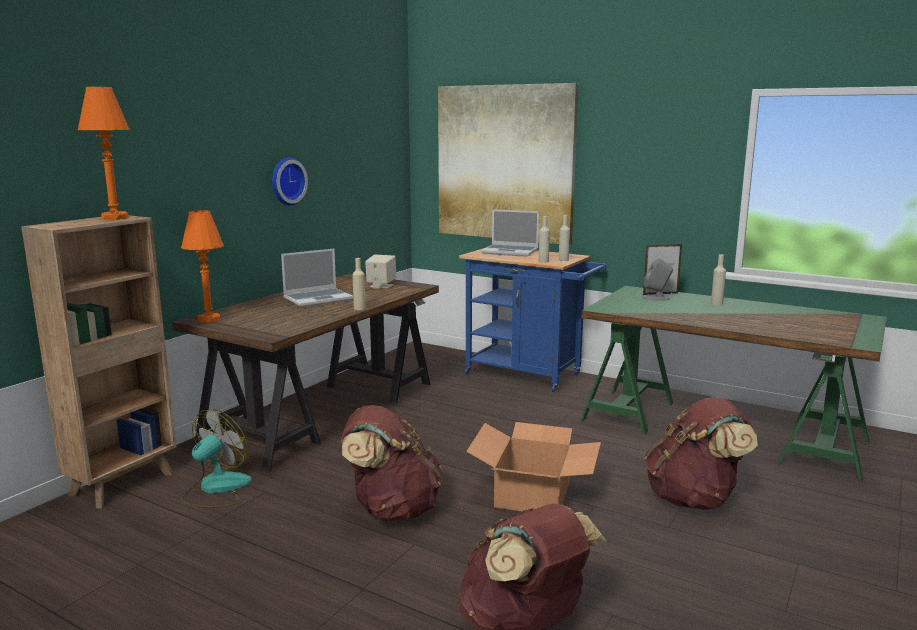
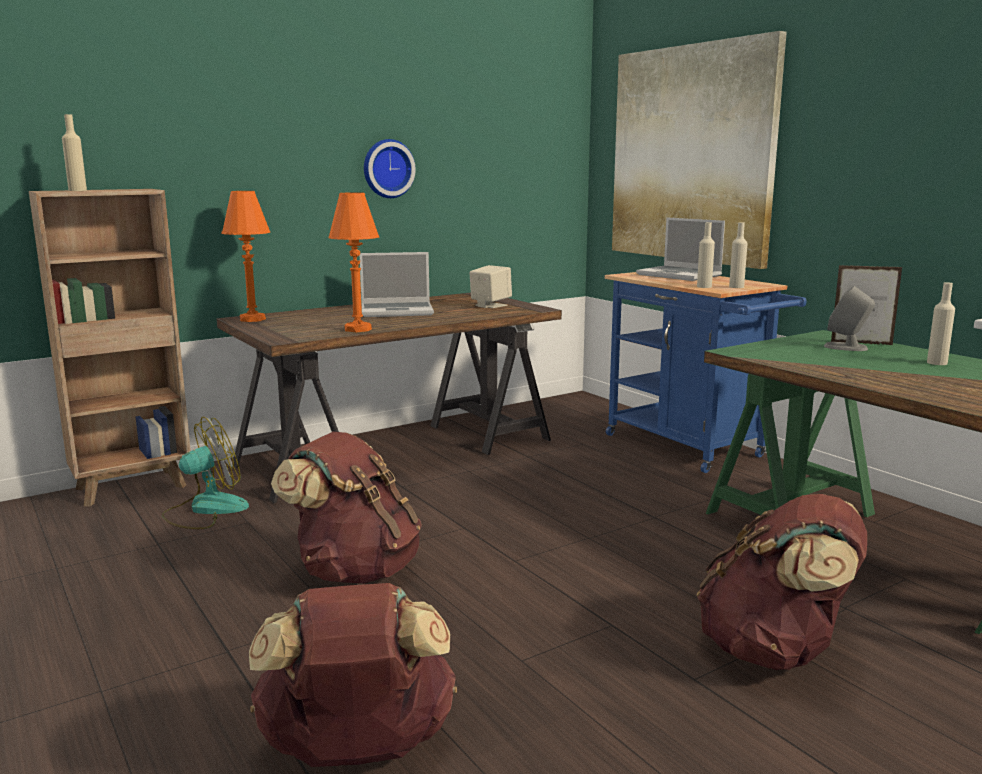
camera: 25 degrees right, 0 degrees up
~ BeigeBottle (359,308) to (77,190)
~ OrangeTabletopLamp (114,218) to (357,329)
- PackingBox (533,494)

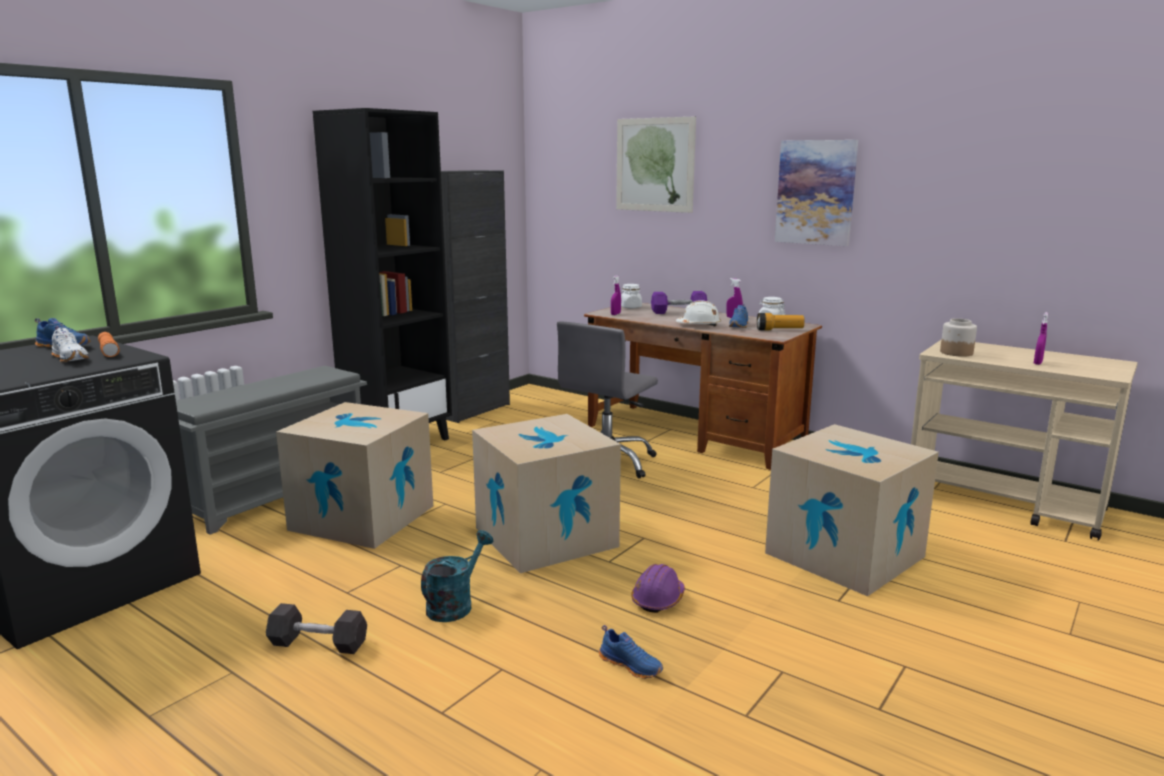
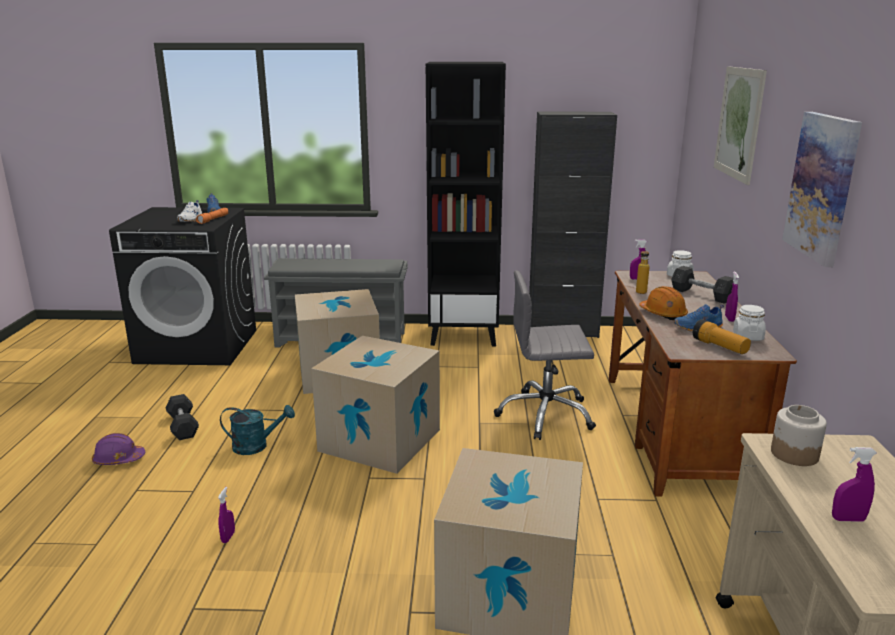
camera: 55 degrees right, 5 degrees up
~ PurplishSafetyHelmet (658,599) to (118,459)
~ BlueLowShoe (631,665) to PurplishHandSprayer (228,537)
+ Bottle (641,291)
~ WhiteColouredSafetyHelmet (699,325) to OrangeSafetyHelmet (663,314)
~ PurplishHandWeight (678,312) to GreyishHandWeight (702,295)

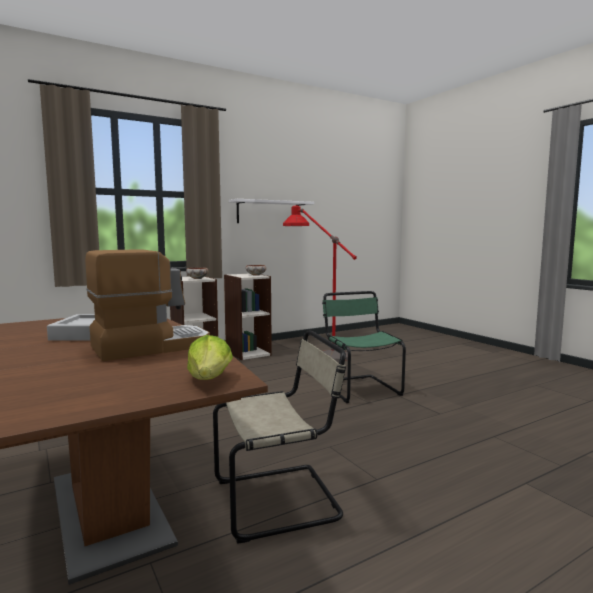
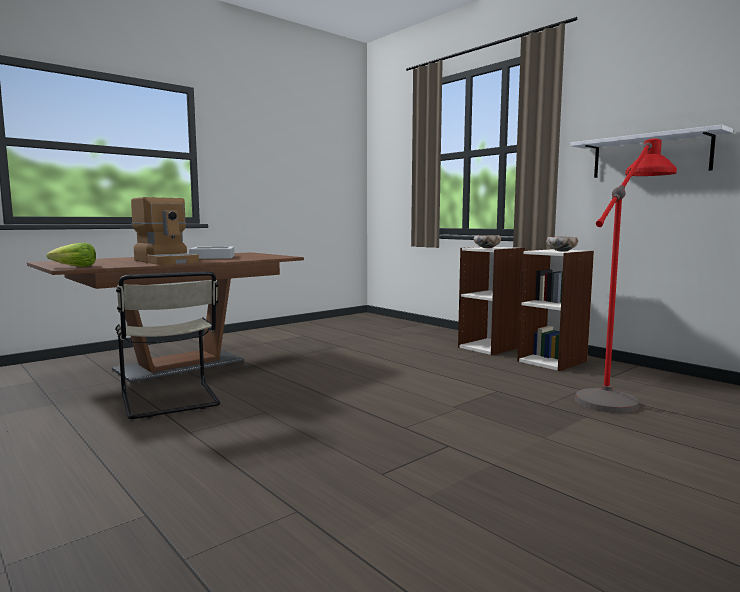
camera: 80 degrees right, 0 degrees up
- GreenColouredUprightChair (359,388)

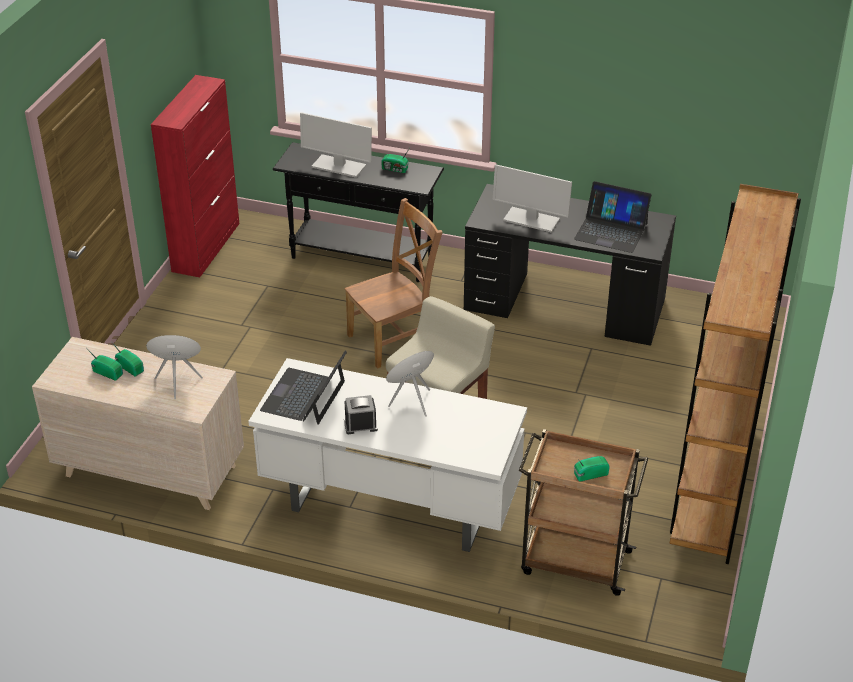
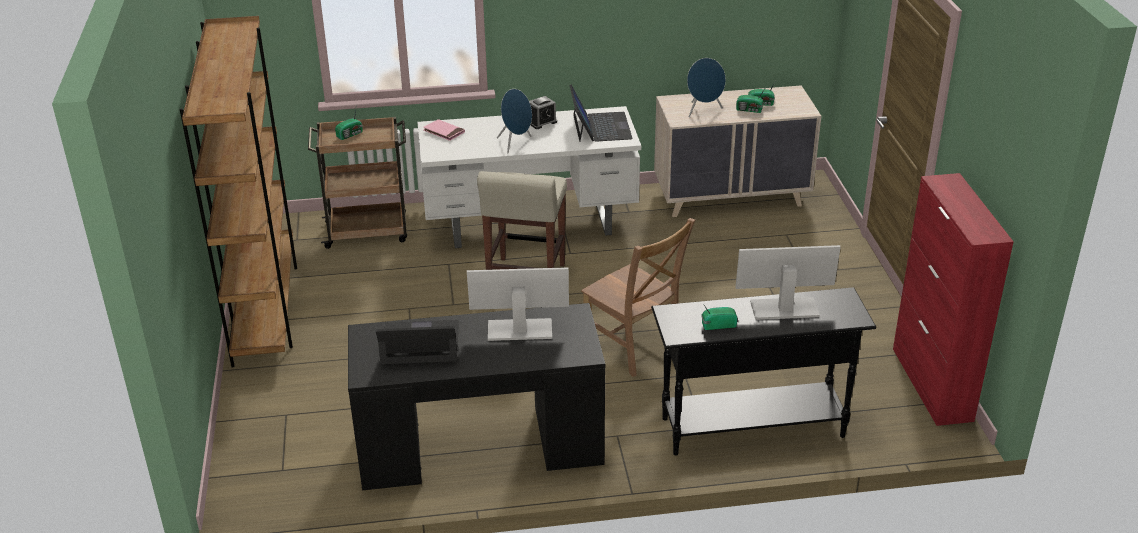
camera: 155 degrees right, 5 degrees down
+ PinkColouredBoundBook (444,132)
~ BrownUprightChair (394,339) = (634,348) 75 degrees counterclockwise

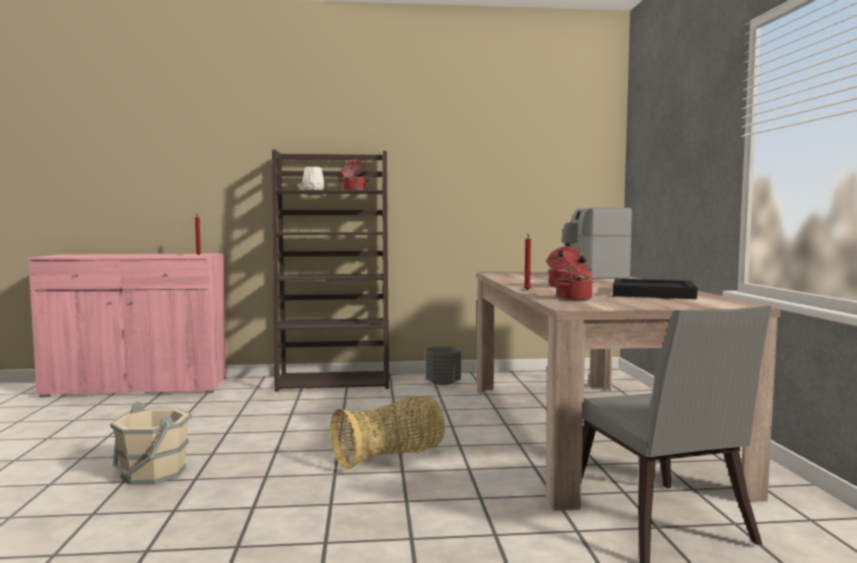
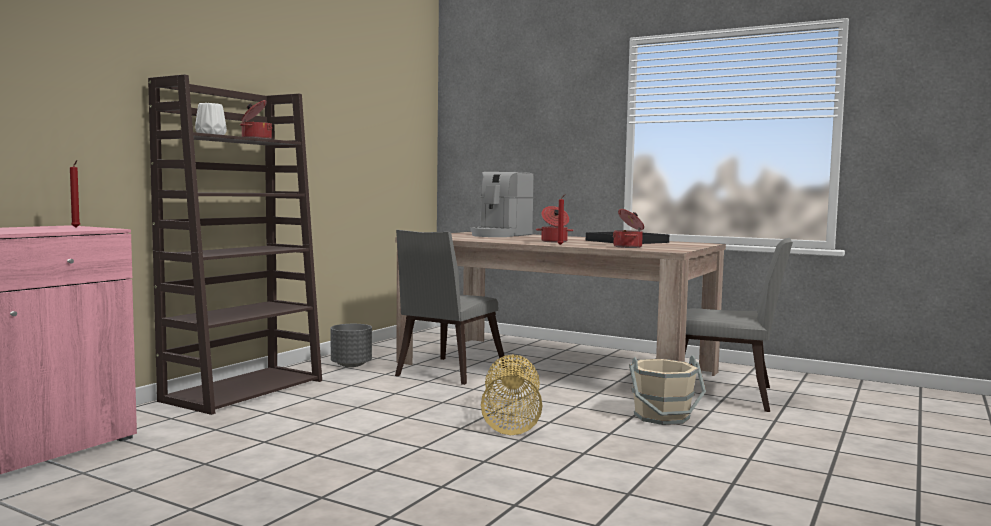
camera: 55 degrees left, 0 degrees up
+ GreyishUprightChair (446,373)
~ BeigeBucket (152,473) to (662,417)

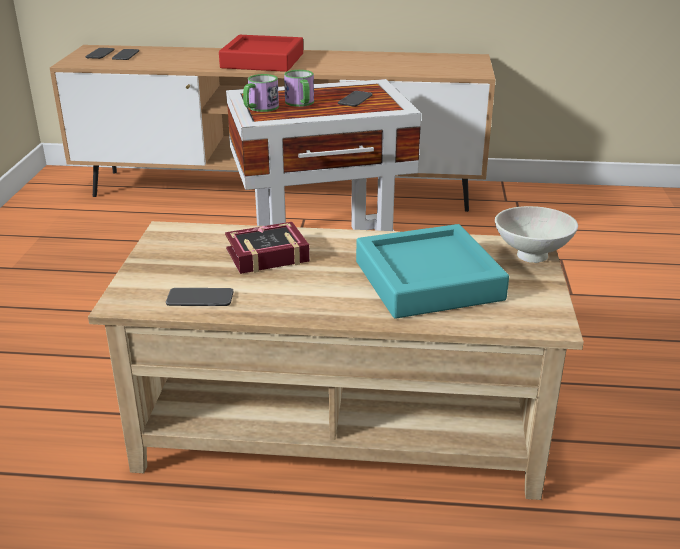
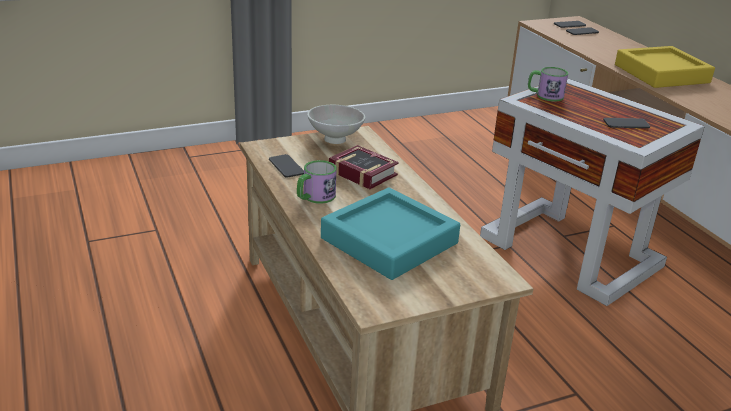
camera: 60 degrees right, 0 degrees up
~ Mug (301,103) to (315,197)
~ WhiteColouredServingBowl (529,255) to (334,139)
~ RedCarryingTray (262,61) to YellowColouredCarryingTray (661,74)

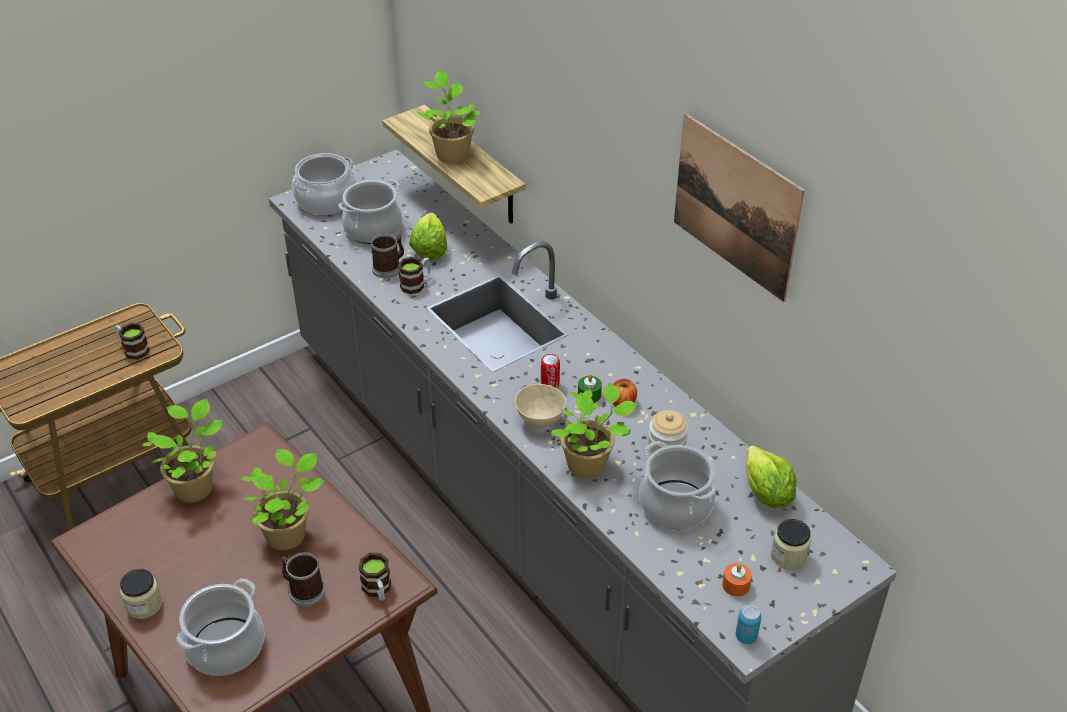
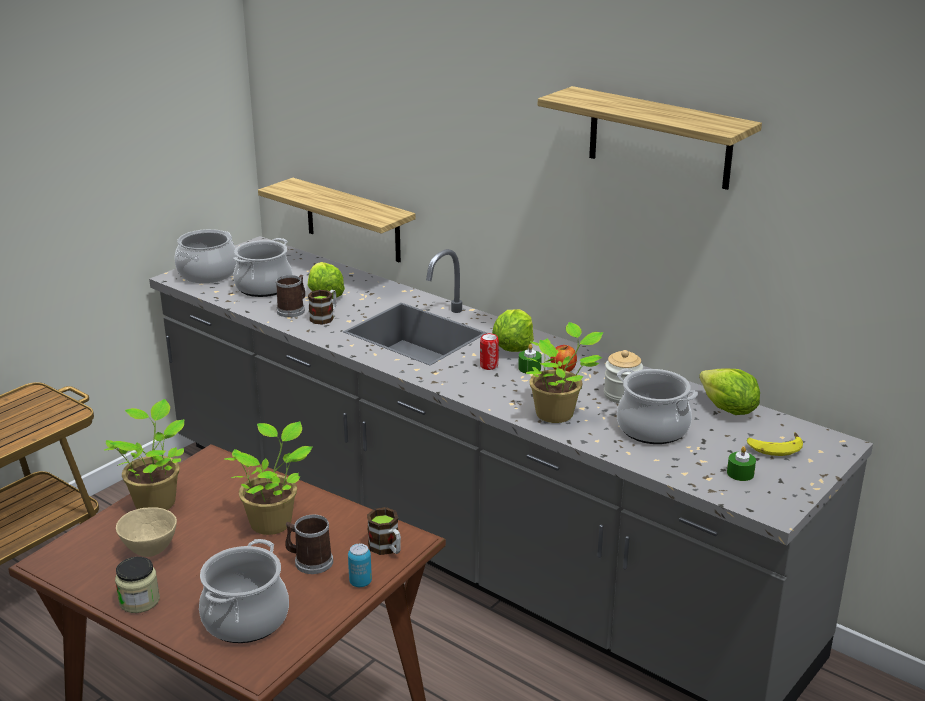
camera: 15 degrees left, 15 degrees down
~ BeigeServingBowl (539,421) to (149,551)
~ Can (746,636) to (360,582)
+ LettuceHead (513,347)
~ WallArt (735,206) to Shelf (659,138)
~ OrangeCandle (736,585) to GreenColouredCandle (740,473)
~ PreserveJar (788,556) to Banana (774,447)
- Mug (132,349)
- PlantInAPot (451,153)

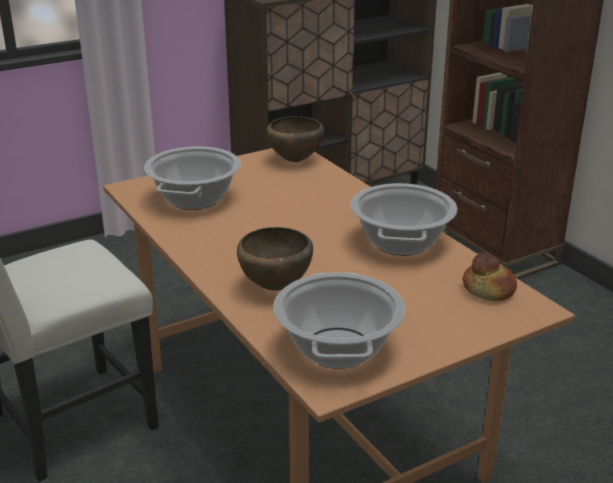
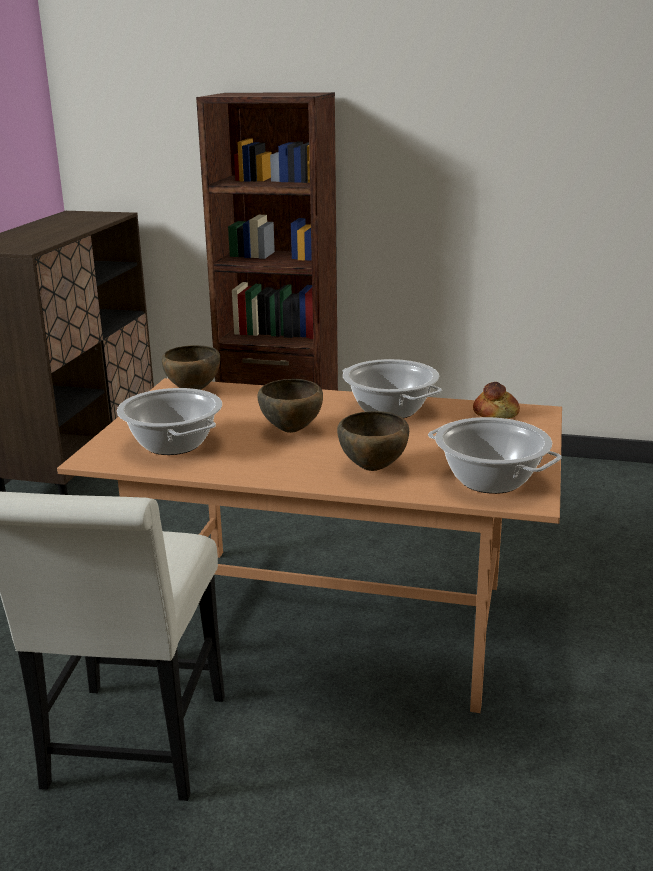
camera: 45 degrees left, 5 degrees down
+ BrownServingBowl (292,430)

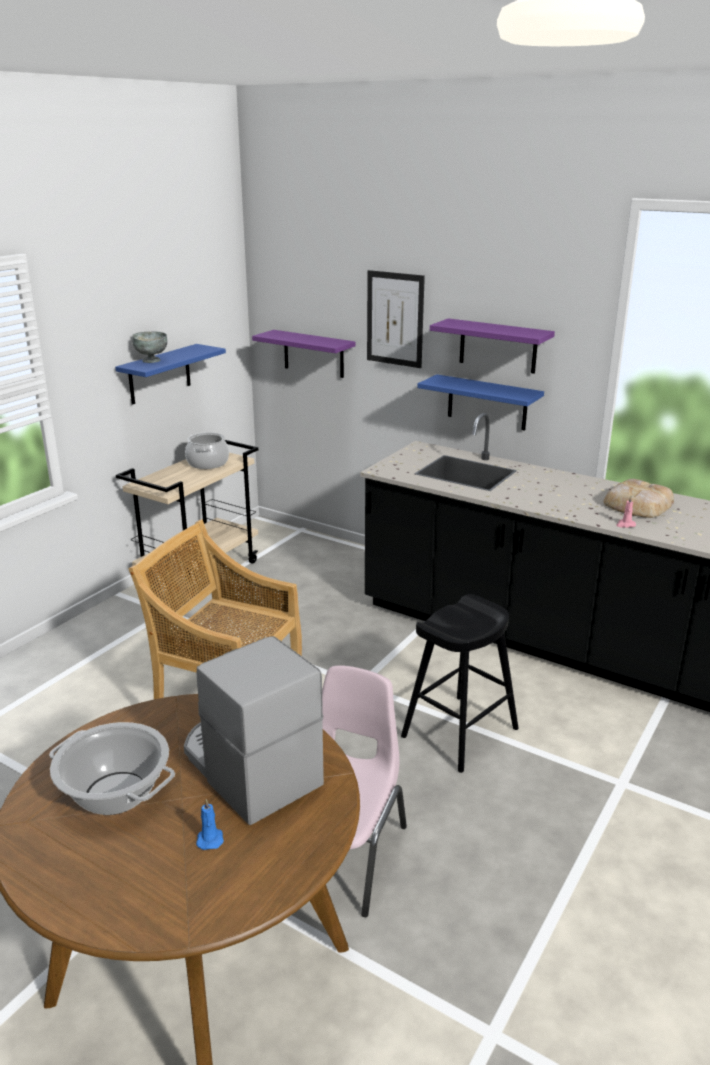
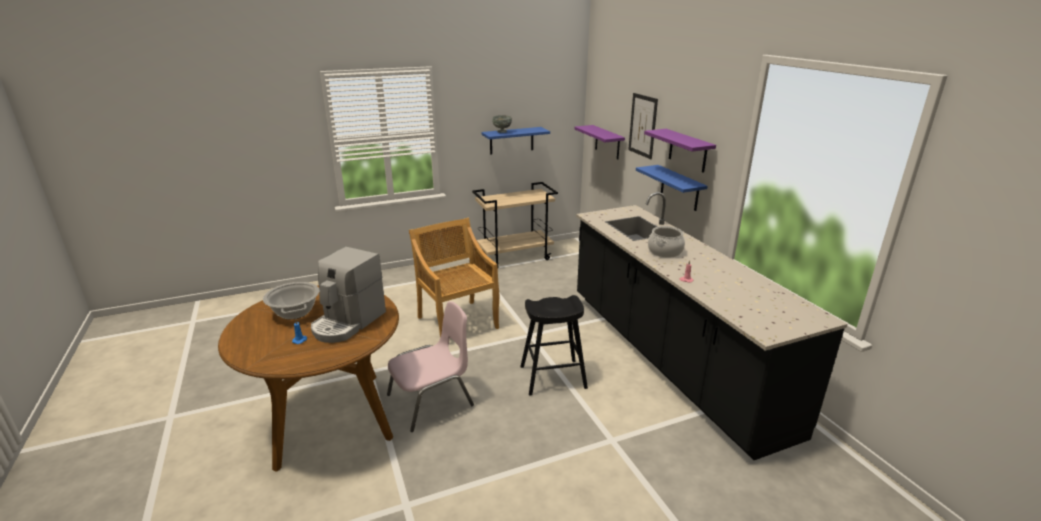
camera: 35 degrees right, 0 degrees up
~ CoffeeBrewer (248,768) = (348,323) 150 degrees counterclockwise
~ Saucepot (207,463) to (664,251)
- Bread (636,505)

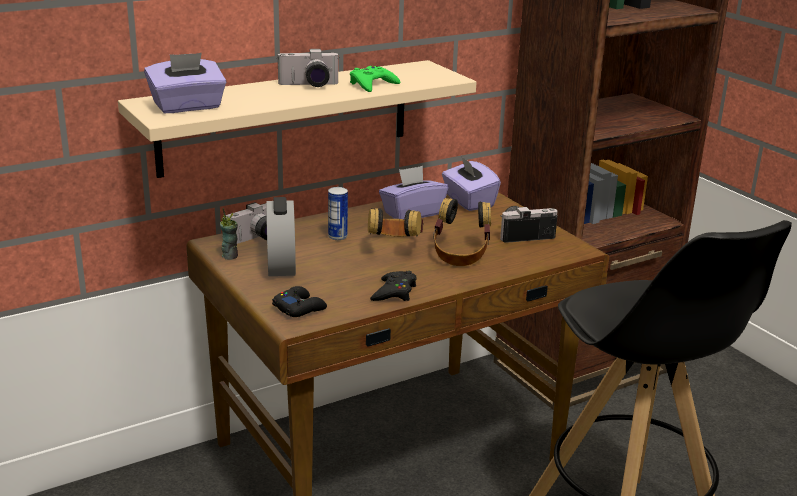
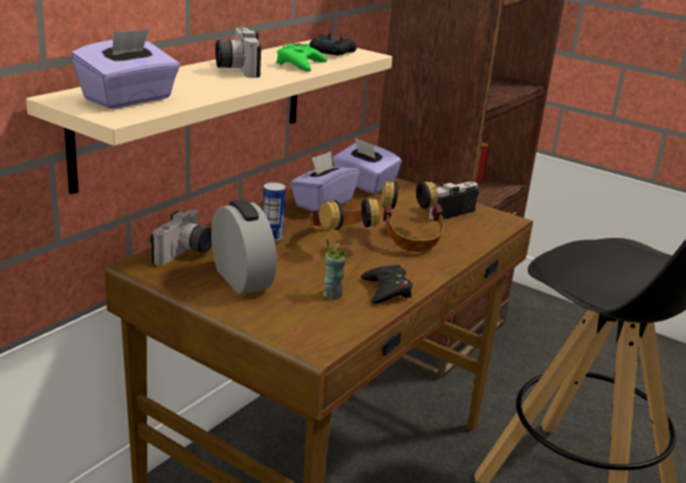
camera: 25 degrees left, 0 degrees up
~ StillCamera (309,85) = (235,68) 105 degrees clockwise
~ BlackColouredGameController (299,308) to (332,52)
~ DrinkingCup (230,256) to (332,294)

